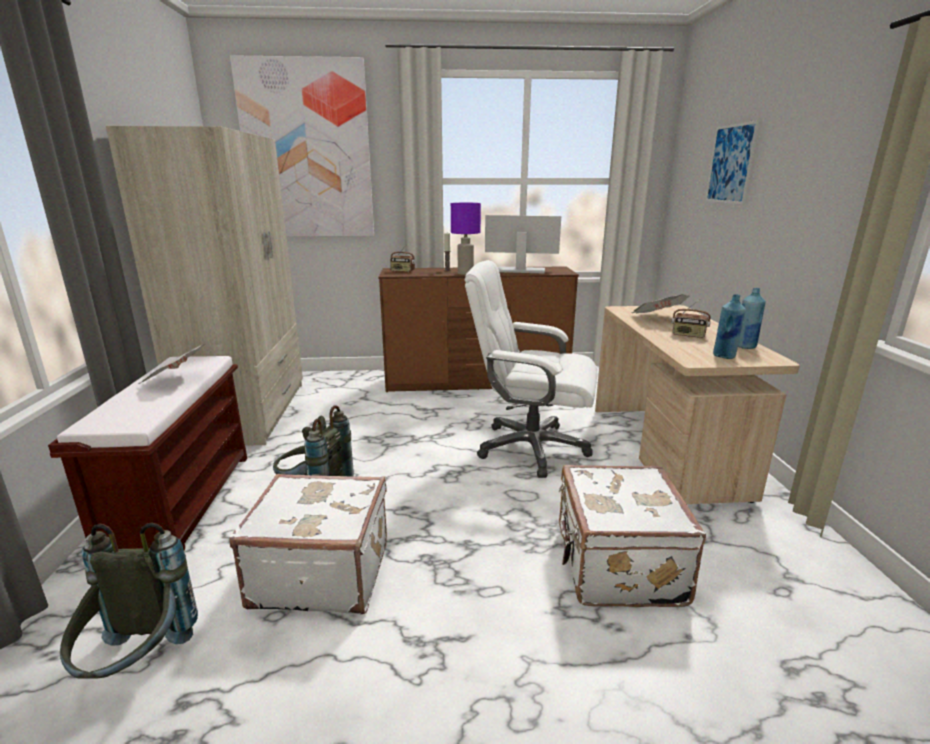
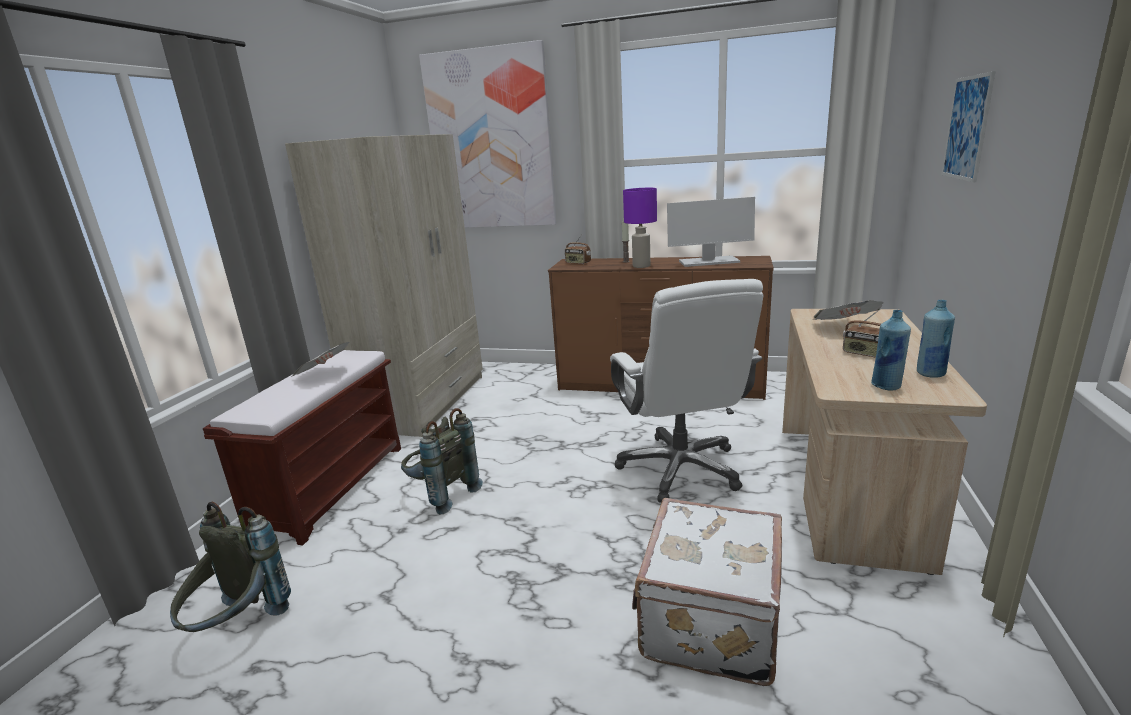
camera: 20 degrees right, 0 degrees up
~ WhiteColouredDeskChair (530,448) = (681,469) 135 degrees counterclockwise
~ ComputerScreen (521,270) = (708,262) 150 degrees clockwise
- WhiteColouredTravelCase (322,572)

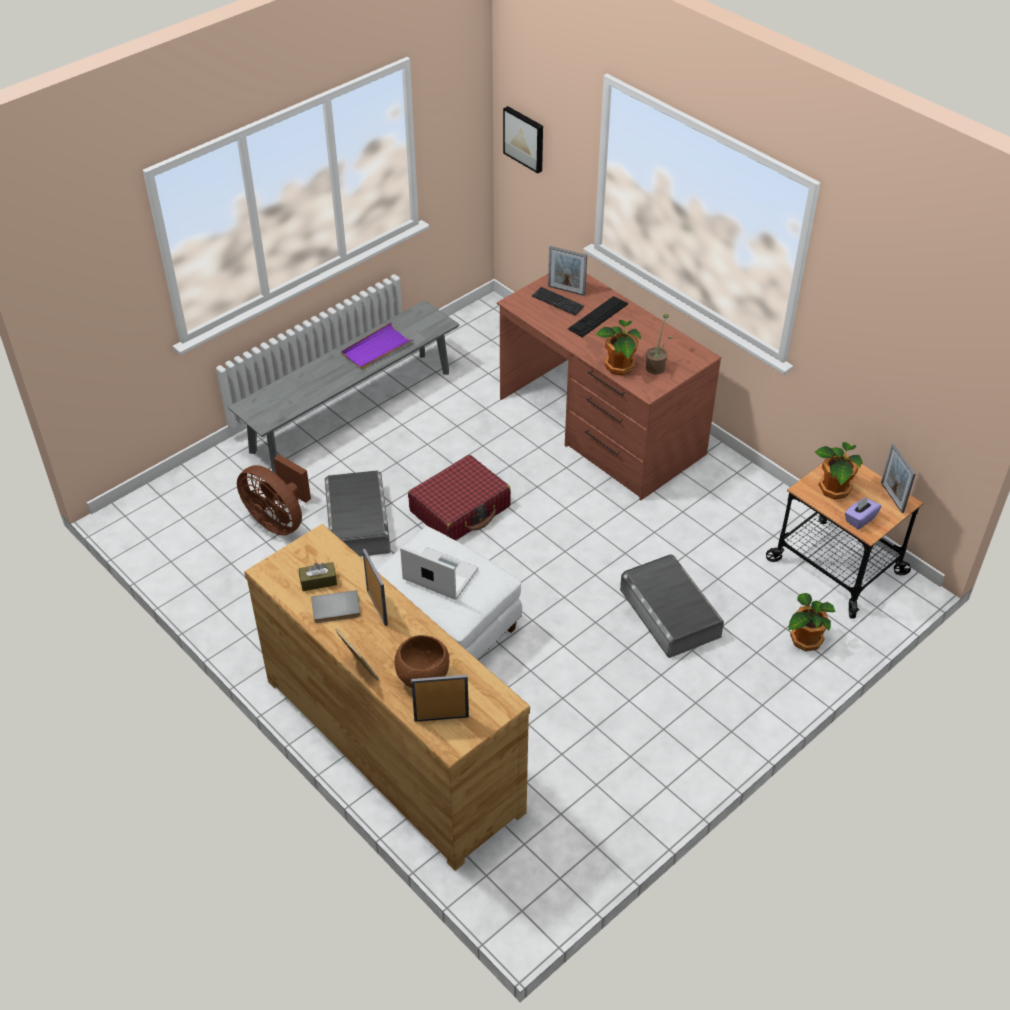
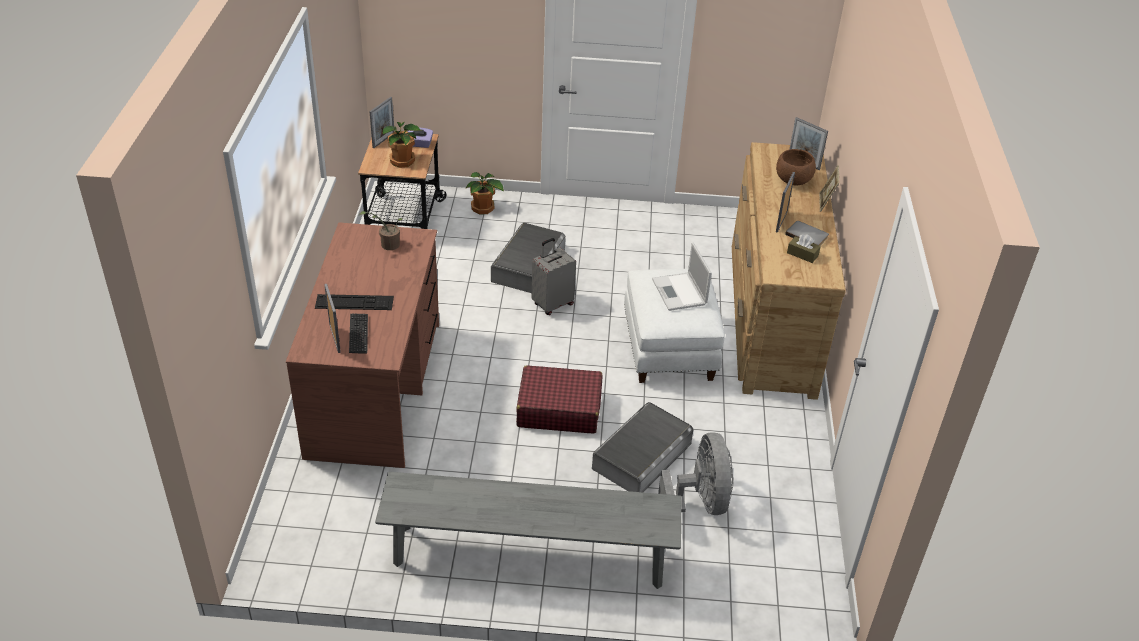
camera: 135 degrees left, 5 degrees down
+ GreyishTravelCase (552,304)
~ BrownElectricFan (279,520) to GreyishElectricFan (699,503)
- PurplishCarryingTray (376,349)
- WallArt (524,138)
- PlantInAPot (619,367)

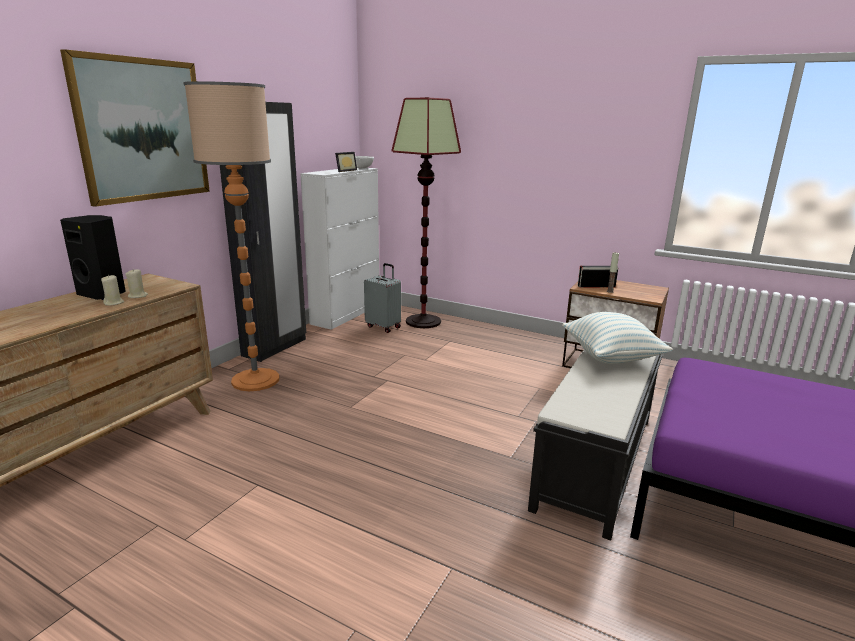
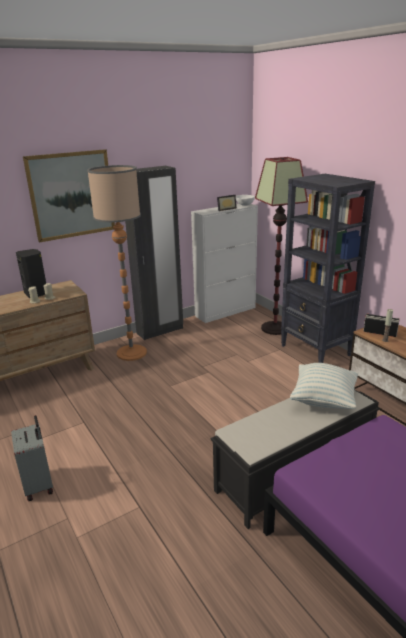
camera: 30 degrees right, 5 degrees up
~ GreyishTravelCase (384,327) to (39,485)
+ BlackColouredShelvingUnit (316,351)

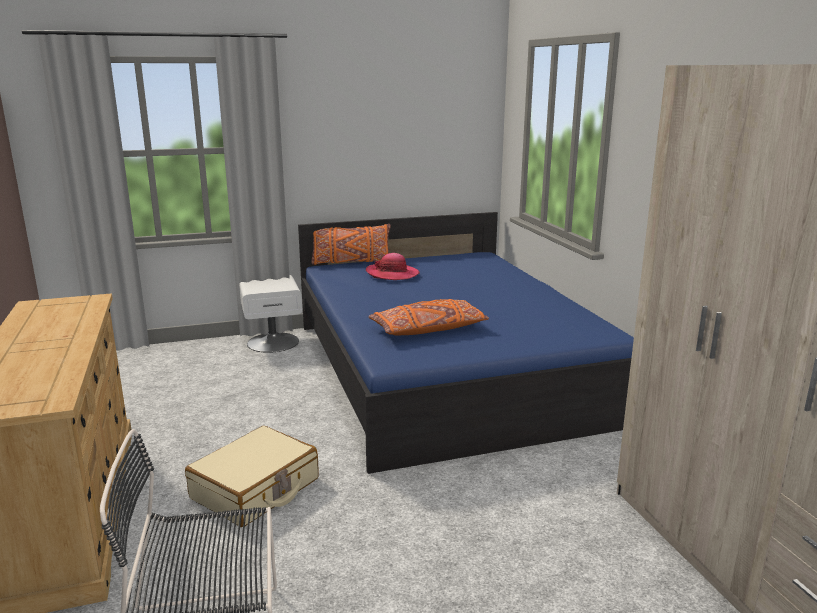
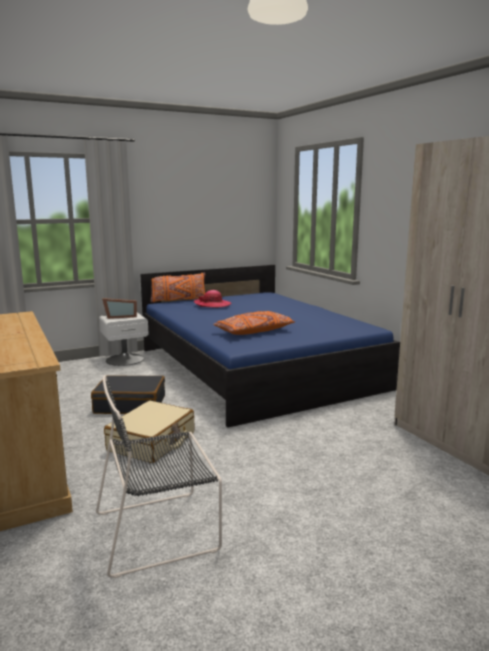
camera: 10 degrees left, 5 degrees down
+ BlackColouredTravelCase (130,404)
+ PictureFrame (120,316)

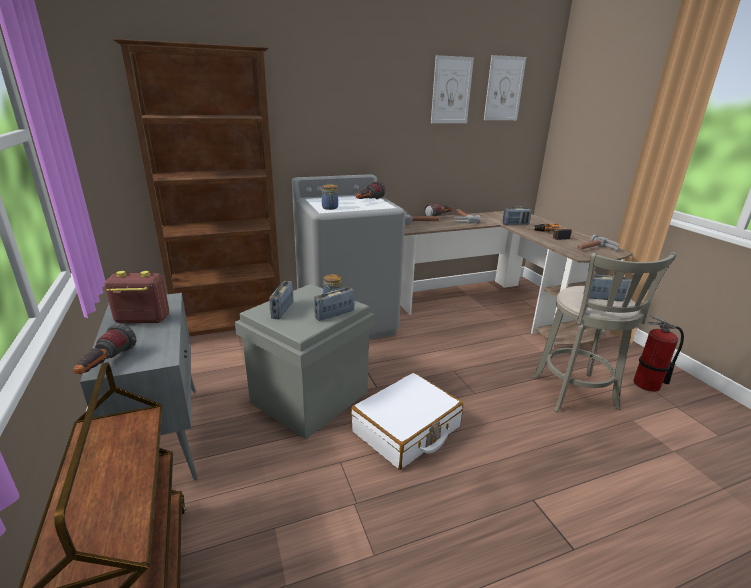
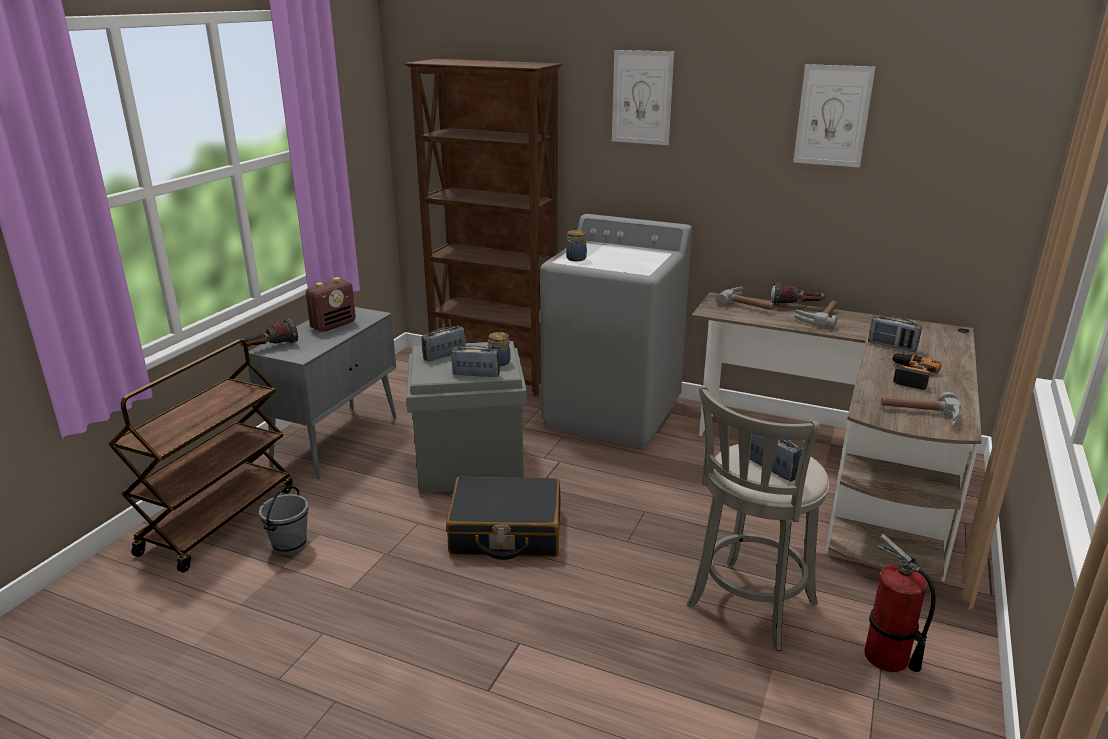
camera: 45 degrees right, 0 degrees up
+ GreyishBucket (290,546)
~ RadioReceiver (142,320) = (333,325) 90 degrees clockwise
~ WhiteColouredTravelCase (406,430) to BlackColouredTravelCase (506,532)
~ WallArt (504,89) to (642,97)
- Torch (368,201)

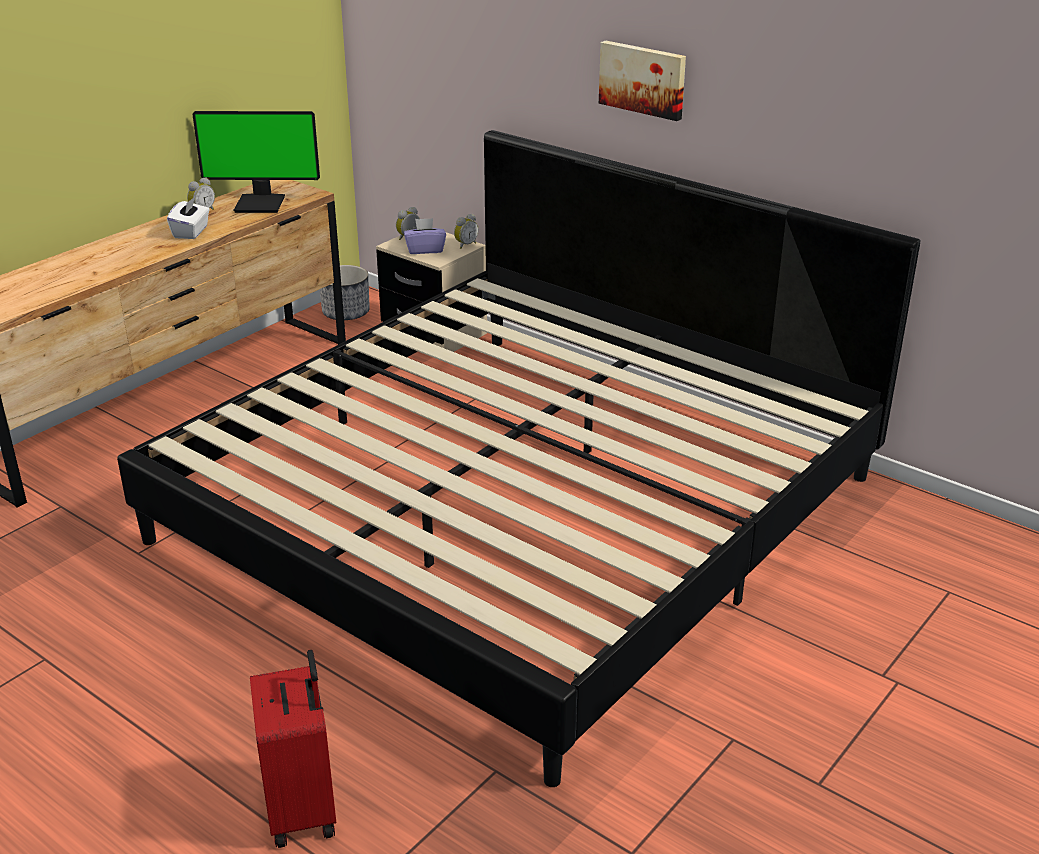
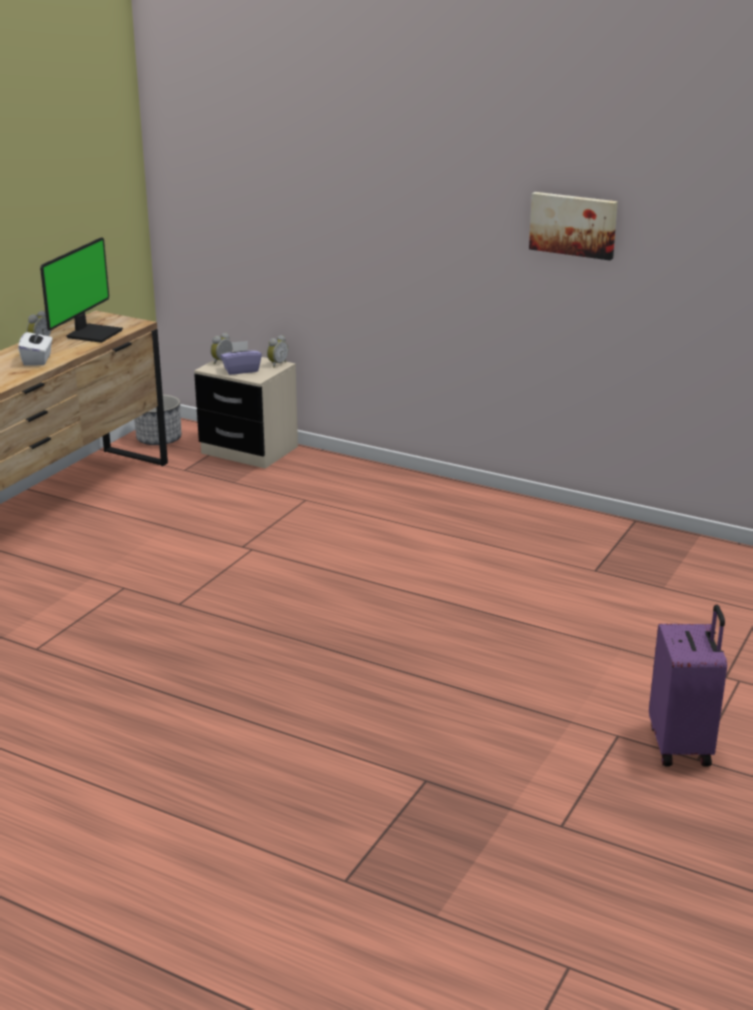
camera: 10 degrees left, 5 degrees down
~ ComputerScreen (261,203) = (92,333) 60 degrees counterclockwise
~ WallArt (643,79) to (573,224)
+ PurplishTravelCase (682,745)
- BedroomBed (520,508)
- RedTravelCase (304,809)

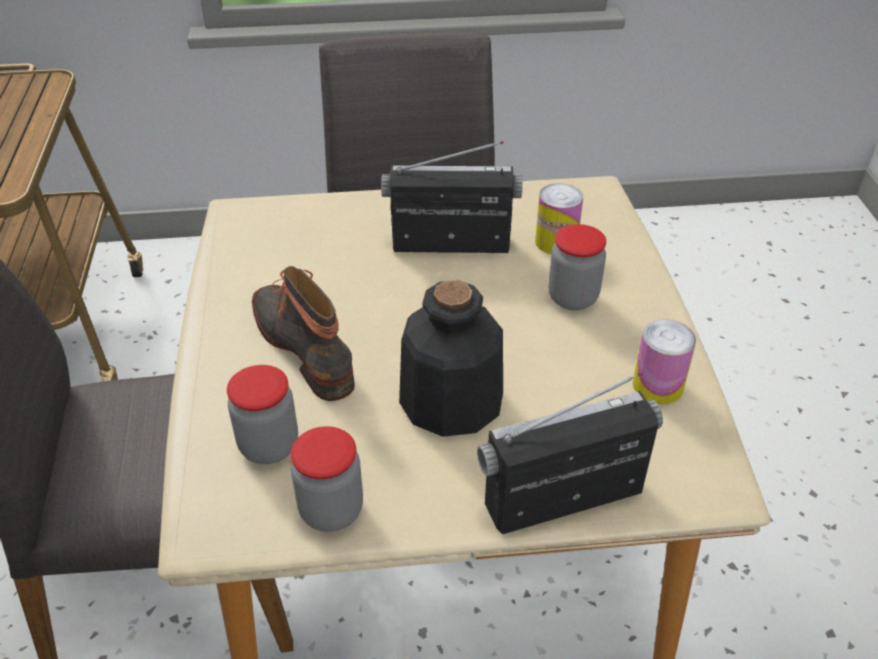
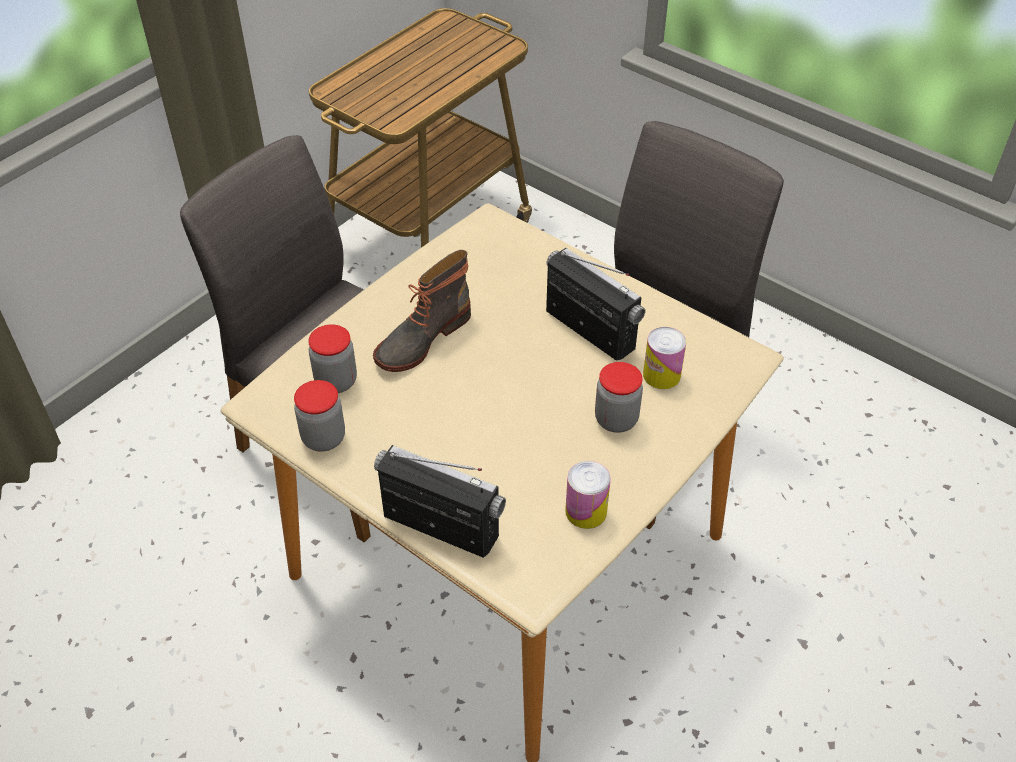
camera: 45 degrees right, 5 degrees up
~ TallBoot (306,347) = (421,338) 150 degrees counterclockwise
- Bottle (450,400)

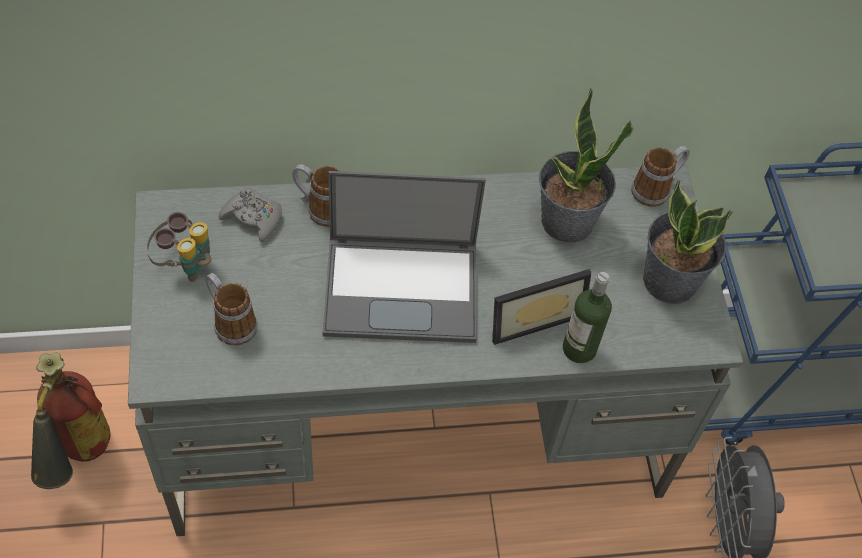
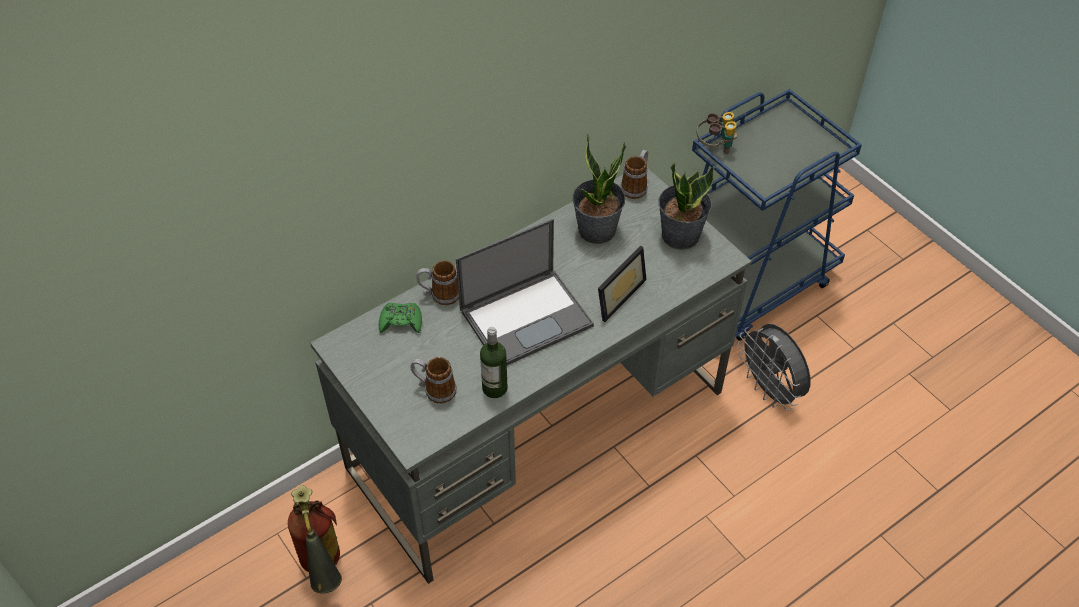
camera: 25 degrees left, 5 degrees down
~ GreyishGameController (253,218) to GreenColouredGameController (401,321)
~ Bottle (579,349) to (494,388)
~ FieldGlasses (185,264) to (715,148)

